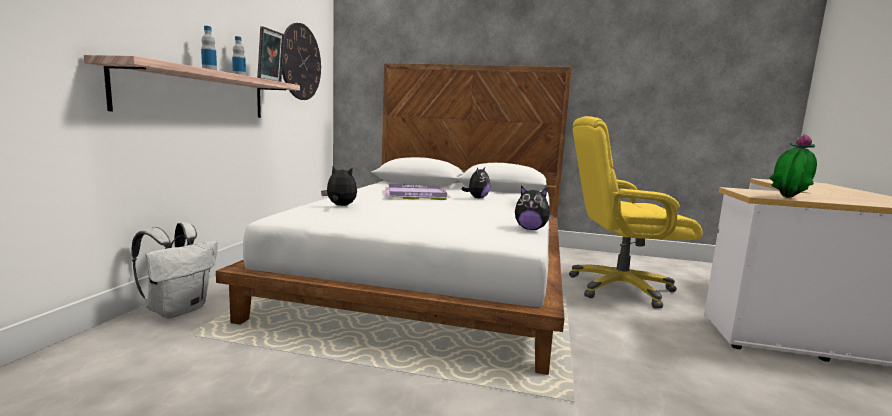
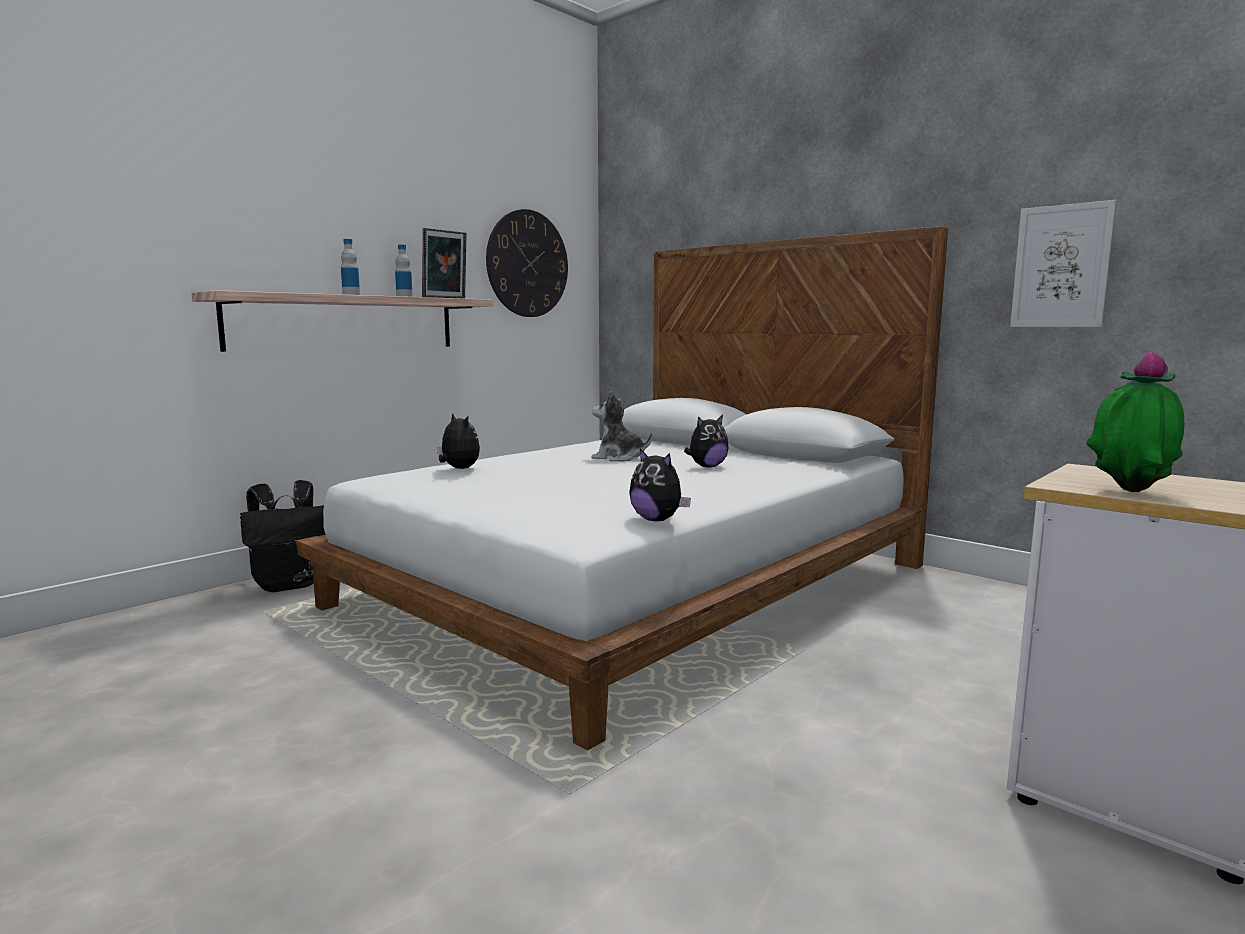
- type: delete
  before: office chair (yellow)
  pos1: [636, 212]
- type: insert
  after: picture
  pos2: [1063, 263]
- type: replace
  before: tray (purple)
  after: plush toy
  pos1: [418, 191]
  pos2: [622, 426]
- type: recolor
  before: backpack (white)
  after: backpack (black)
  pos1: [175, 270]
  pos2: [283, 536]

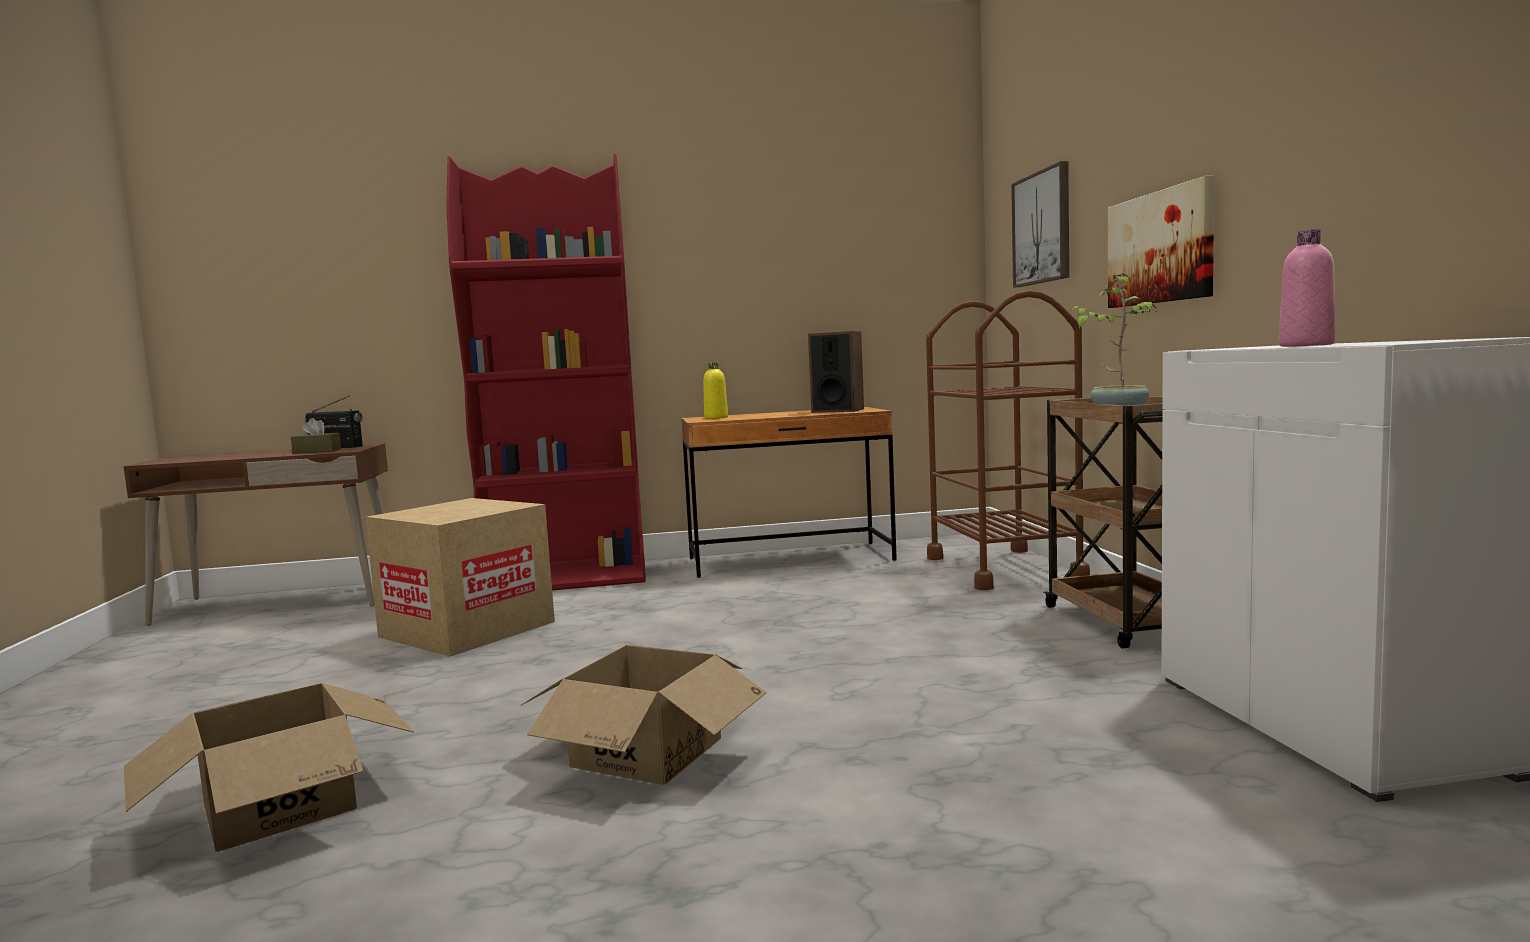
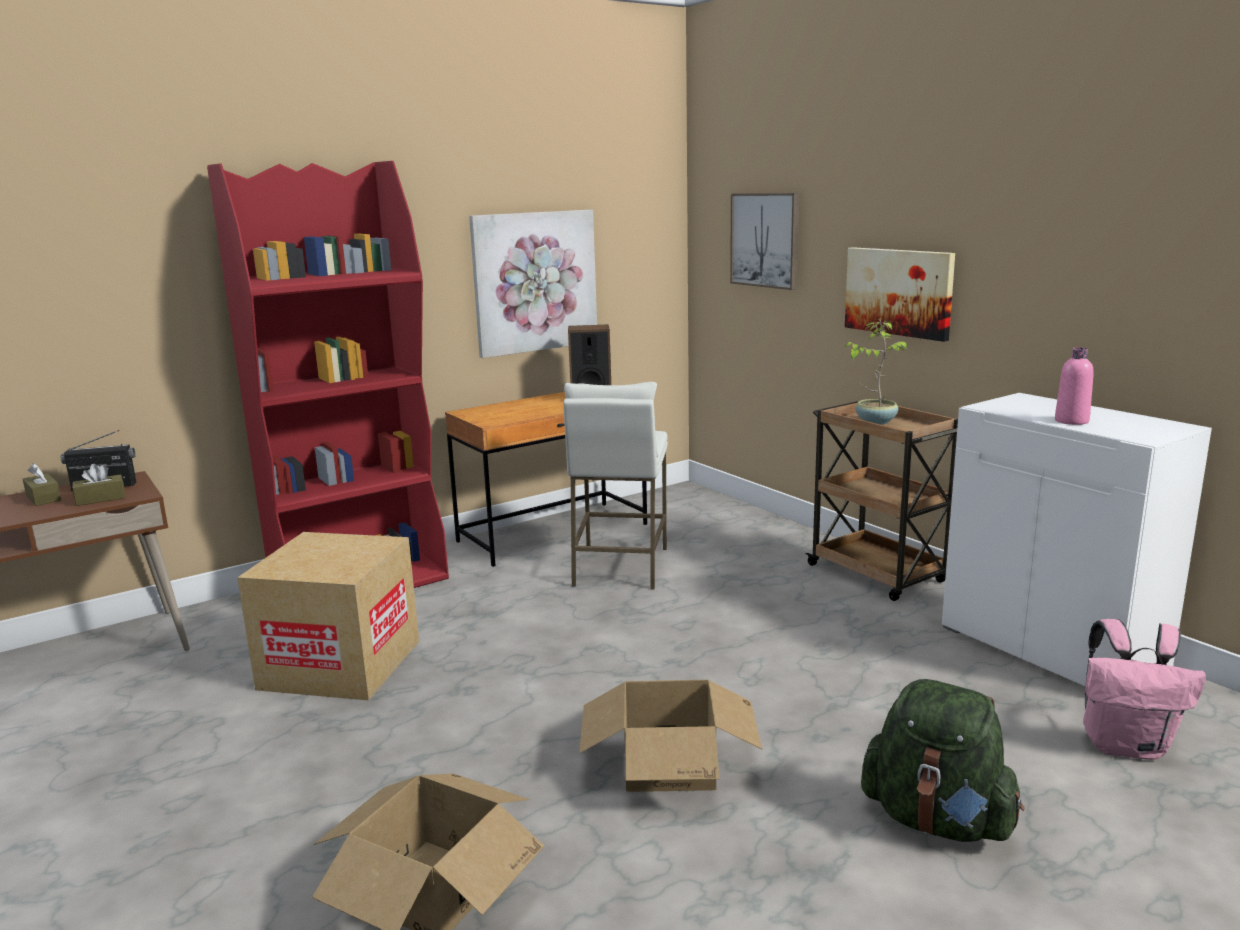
- type: delete
  before: bottle (yellow)
  pos1: [715, 390]
- type: delete
  before: cart (brown)
  pos1: [1008, 440]
- type: insert
  after: tissue box (brown)
  pos2: [42, 484]
- type: insert
  after: picture
  pos2: [533, 284]
- type: insert
  after: stool (white)
  pos2: [615, 486]
- type: insert
  after: backpack (green)
  pos2: [943, 760]
- type: insert
  after: backpack (pink)
  pos2: [1144, 689]

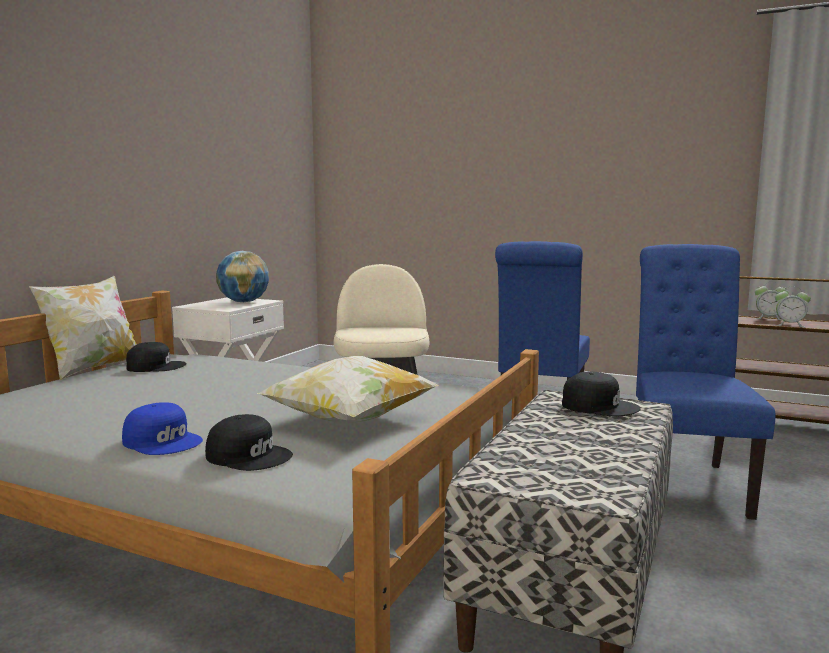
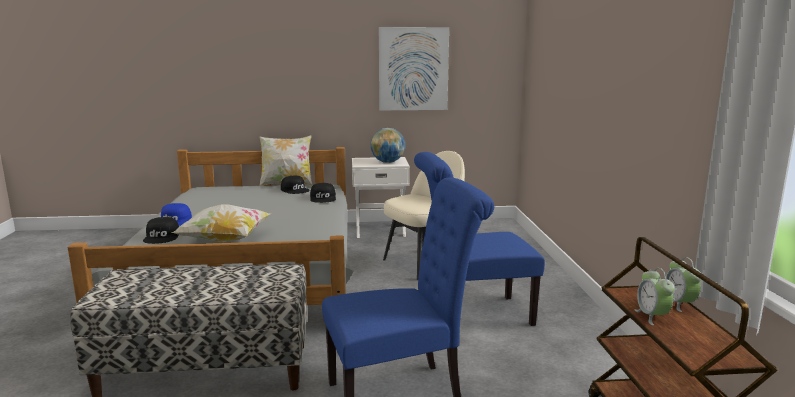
- type: insert
  after: picture
  pos2: [414, 69]
- type: move
  before: cap (black)
  pos1: [601, 393]
  pos2: [323, 193]

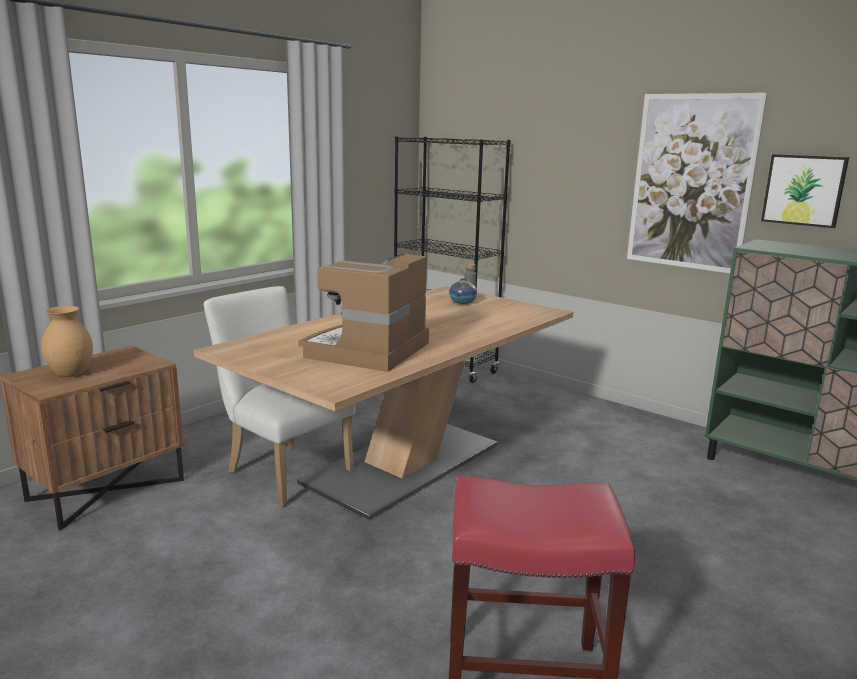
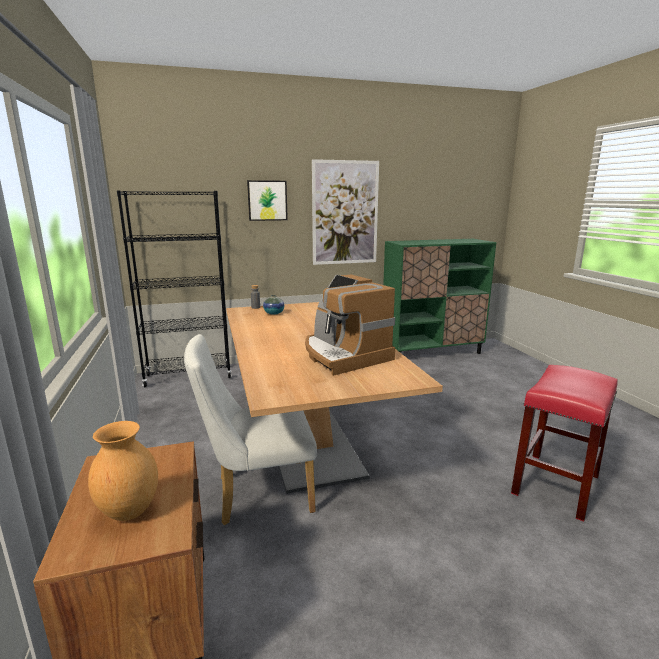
- type: move
  before: picture
  pos1: [805, 191]
  pos2: [267, 200]

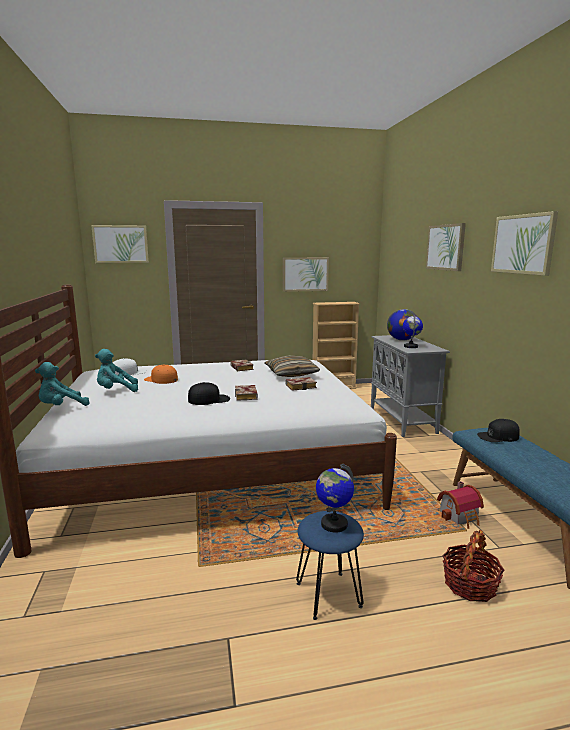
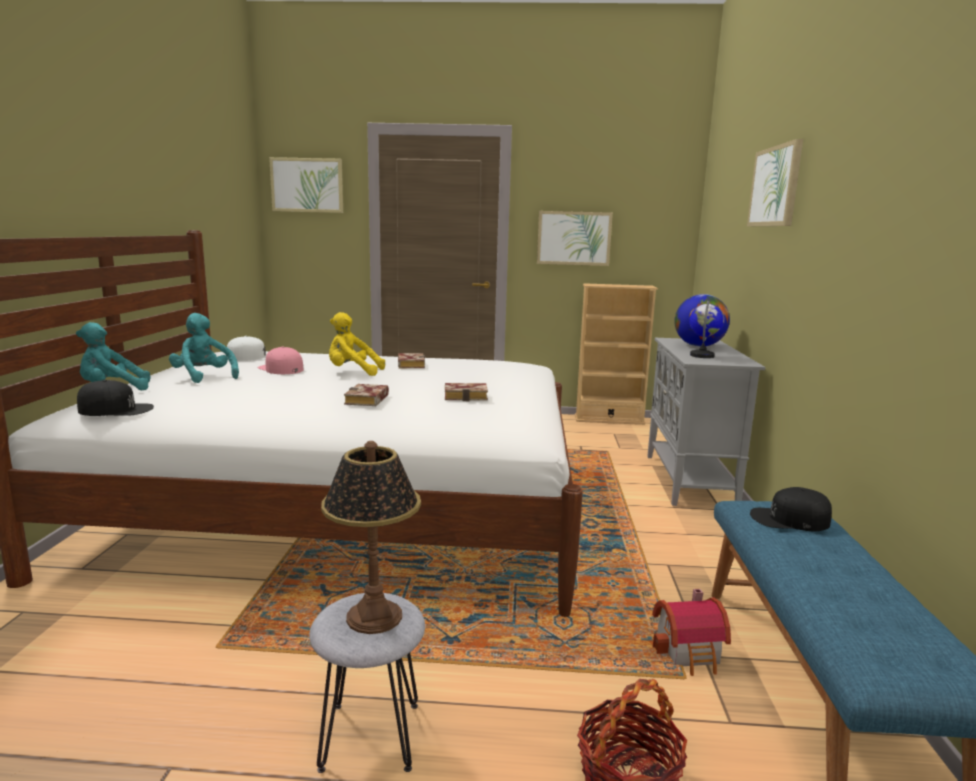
- type: delete
  before: pillow
  pos1: [292, 366]
- type: delete
  before: picture
  pos1: [524, 243]
- type: insert
  after: plush toy (yellow)
  pos2: [357, 344]
- type: move
  before: cap (black)
  pos1: [209, 393]
  pos2: [115, 398]
- type: replace
  before: globe
  after: table lamp
  pos1: [335, 498]
  pos2: [371, 537]
- type: recolor
  before: cap (orange)
  after: cap (pink)
  pos1: [161, 374]
  pos2: [280, 360]
- type: recolor
  before: stool (blue)
  after: stool (grey)
  pos1: [330, 565]
  pos2: [367, 683]
- type: rotate
  before: plush toy (turquoise)
  pos1: [116, 370]
  pos2: [204, 348]
  turn: 45

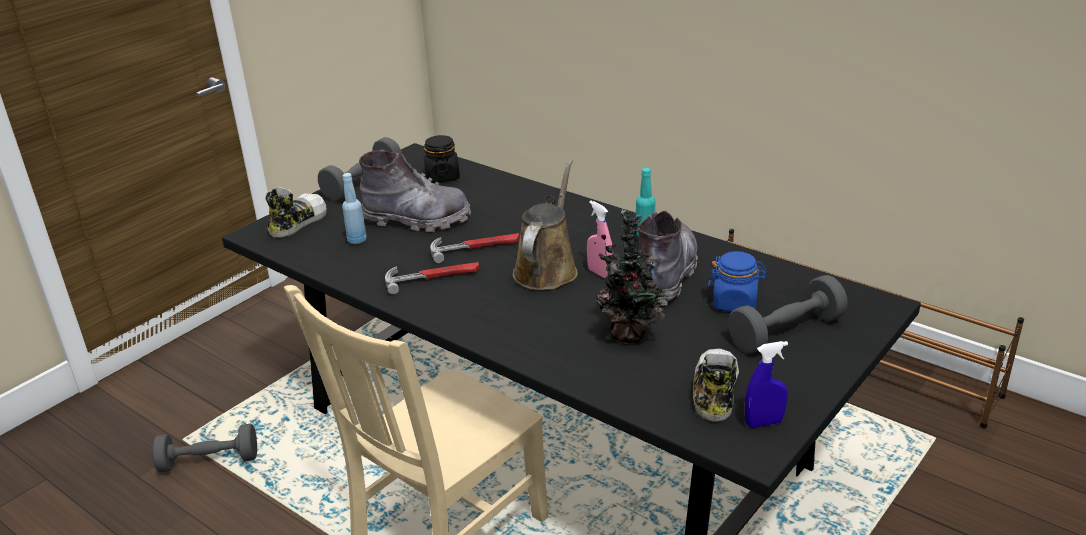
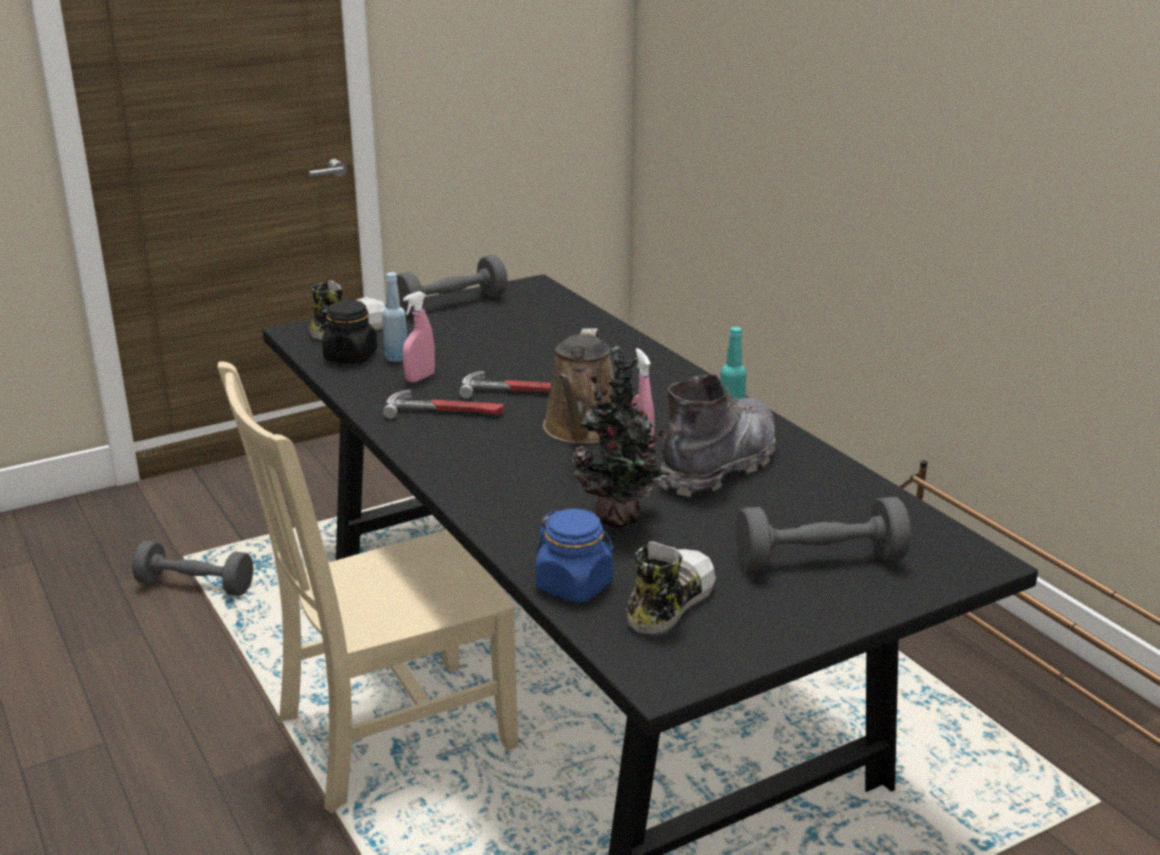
- type: delete
  before: boot (grey)
  pos1: [415, 191]
- type: delete
  before: spray bottle (blue)
  pos1: [766, 384]
- type: insert
  after: spray bottle (pink)
  pos2: [418, 337]
- type: move
  before: jar (black)
  pos1: [442, 158]
  pos2: [349, 331]
- type: move
  before: jar (blue)
  pos1: [737, 281]
  pos2: [574, 556]
- type: rotate
  before: watering can (brown)
  pos1: [545, 225]
  pos2: [579, 386]
  turn: 150

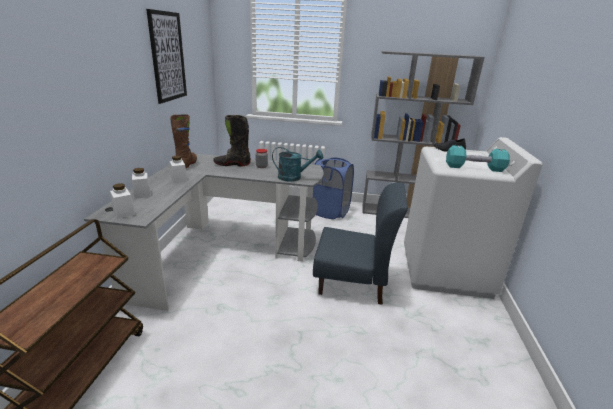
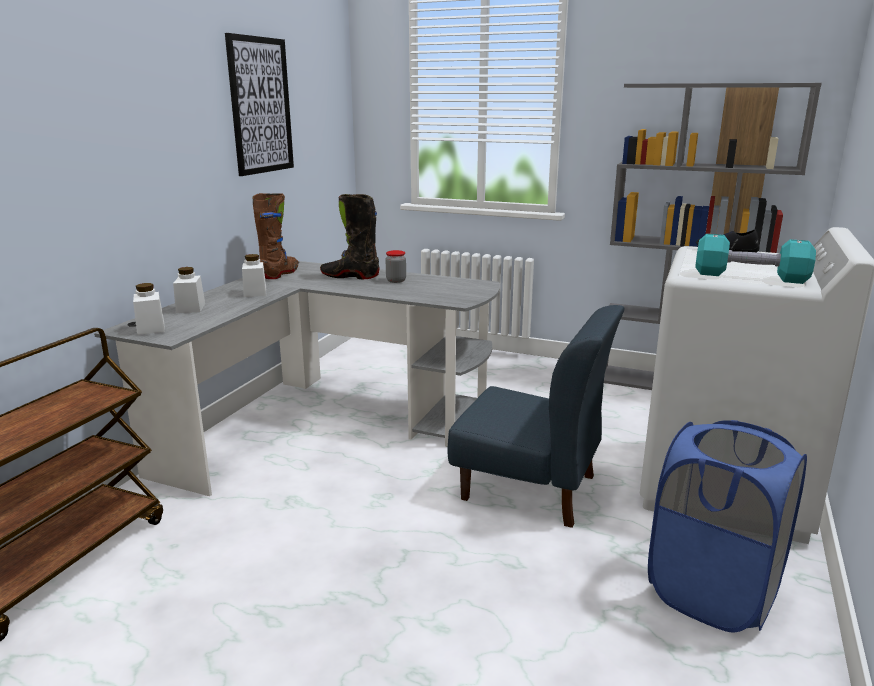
- type: delete
  before: watering can (turquoise)
  pos1: [297, 164]
- type: move
  before: laundry basket (blue)
  pos1: [333, 188]
  pos2: [727, 526]

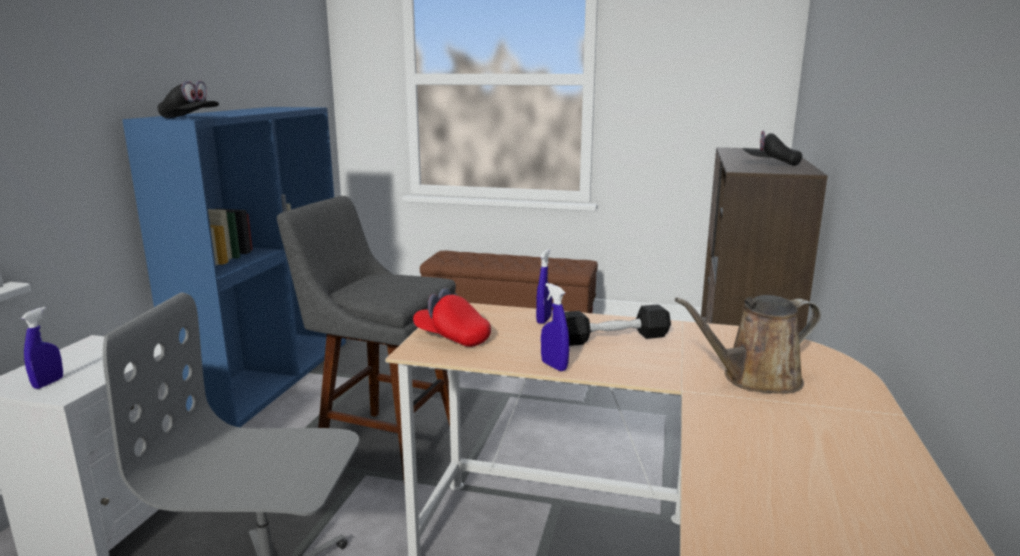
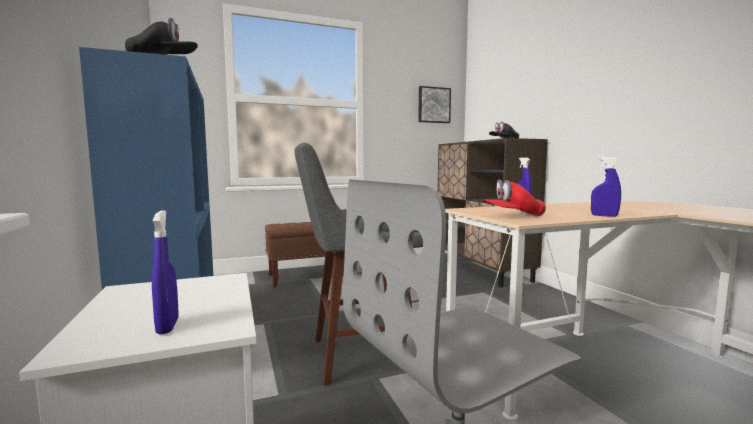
- type: delete
  before: dumbbell (black)
  pos1: [618, 325]
- type: delete
  before: watering can (brown)
  pos1: [748, 344]
- type: insert
  after: picture
  pos2: [434, 104]

